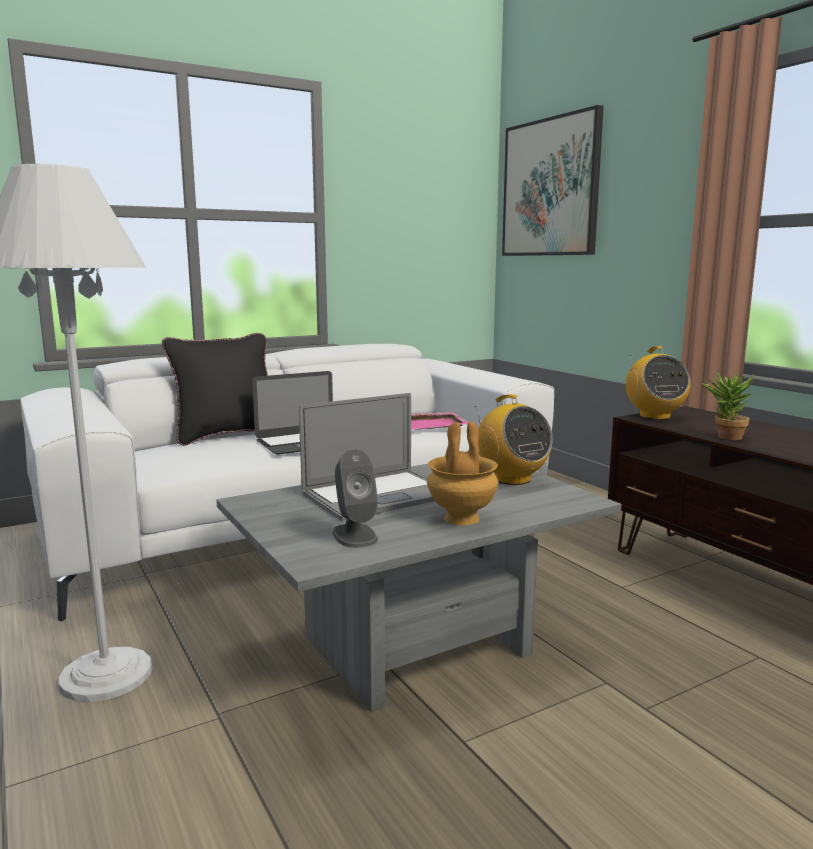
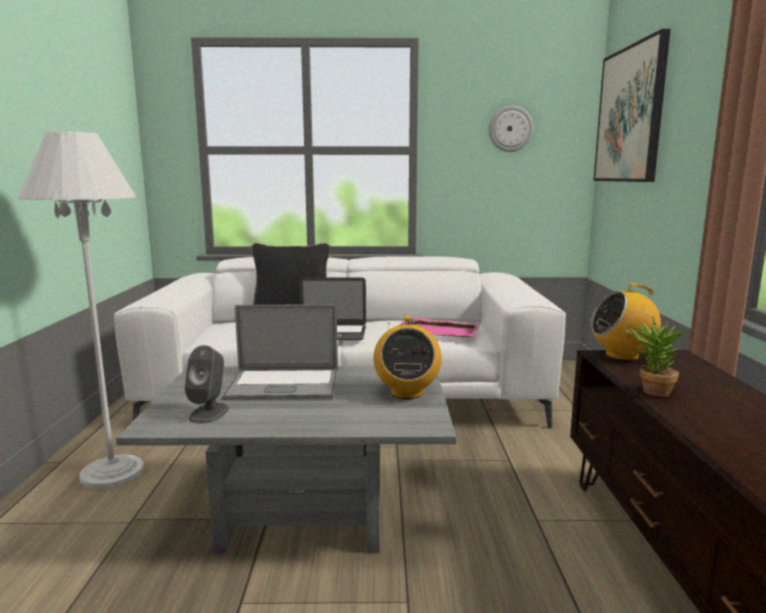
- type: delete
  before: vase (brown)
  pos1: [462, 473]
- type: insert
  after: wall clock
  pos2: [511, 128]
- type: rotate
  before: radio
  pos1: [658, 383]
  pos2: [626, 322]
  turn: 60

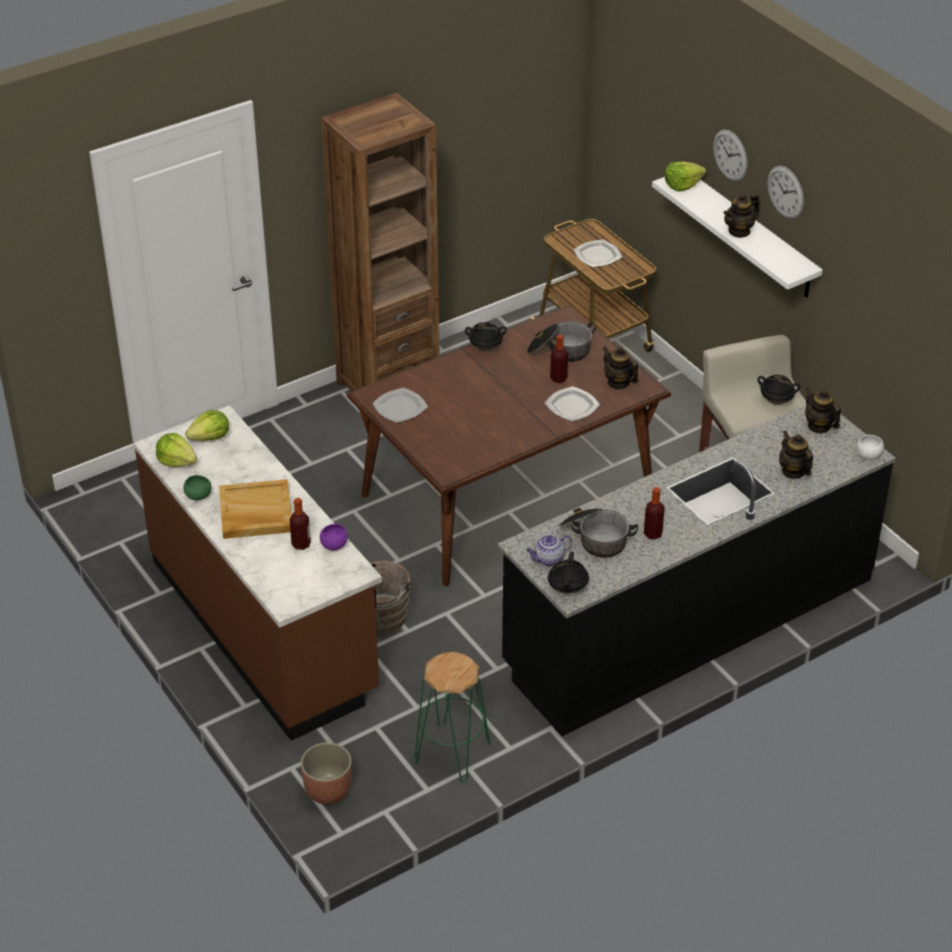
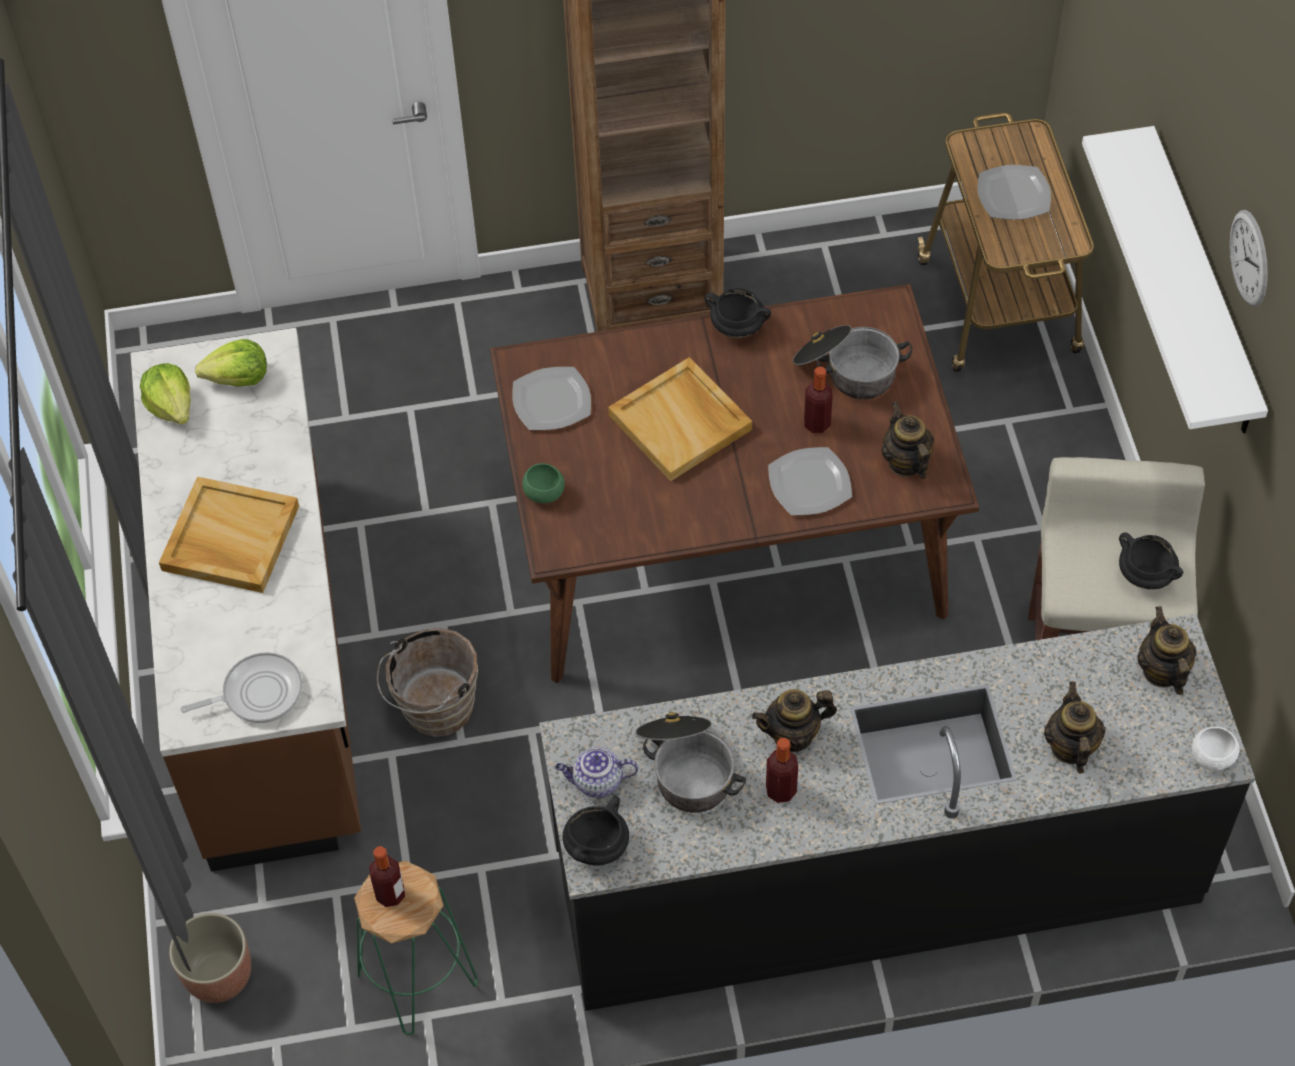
- type: delete
  before: bowl (purple)
  pos1: [334, 537]
- type: delete
  before: lettuce
  pos1: [685, 176]
- type: delete
  before: wall clock
  pos1: [730, 155]
- type: insert
  after: frying pan
  pos2: [241, 687]
- type: insert
  after: tray (beige)
  pos2: [680, 419]
- type: move
  before: bowl (green)
  pos1: [197, 487]
  pos2: [543, 483]
- type: move
  before: bottle
  pos1: [300, 524]
  pos2: [387, 876]
- type: move
  before: teapot
  pos1: [741, 215]
  pos2: [794, 720]

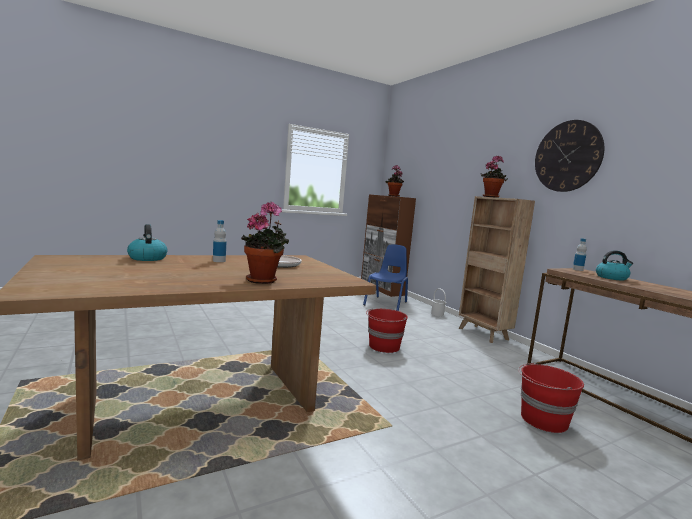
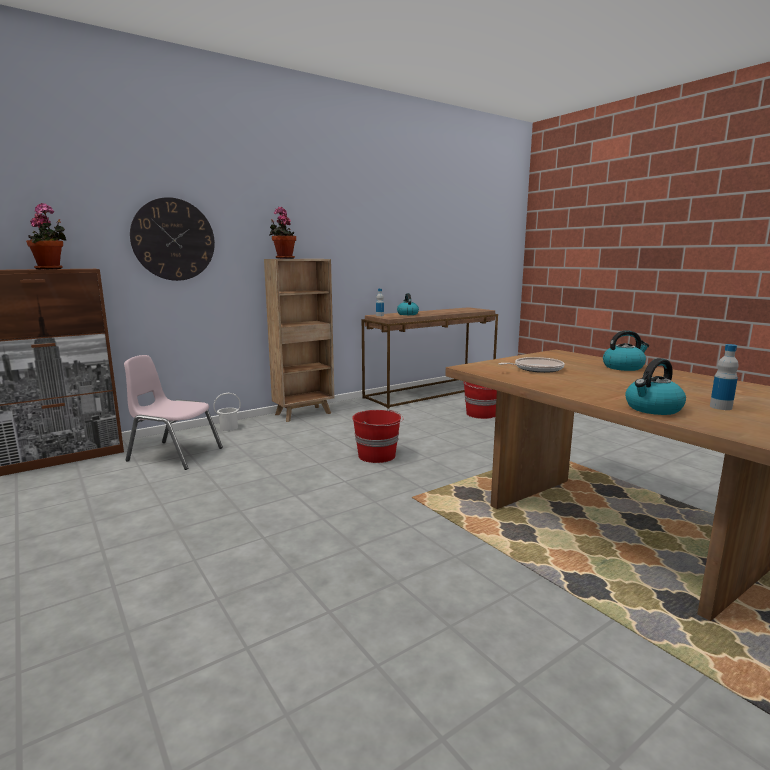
- type: move
  before: bottle
  pos1: [219, 241]
  pos2: [724, 377]
- type: move
  before: wall clock
  pos1: [569, 156]
  pos2: [172, 239]
- type: replace
  before: potted plant
  after: kettle
  pos1: [265, 243]
  pos2: [626, 350]
- type: recolor
  before: chair (blue)
  after: chair (pink)
  pos1: [385, 277]
  pos2: [173, 412]

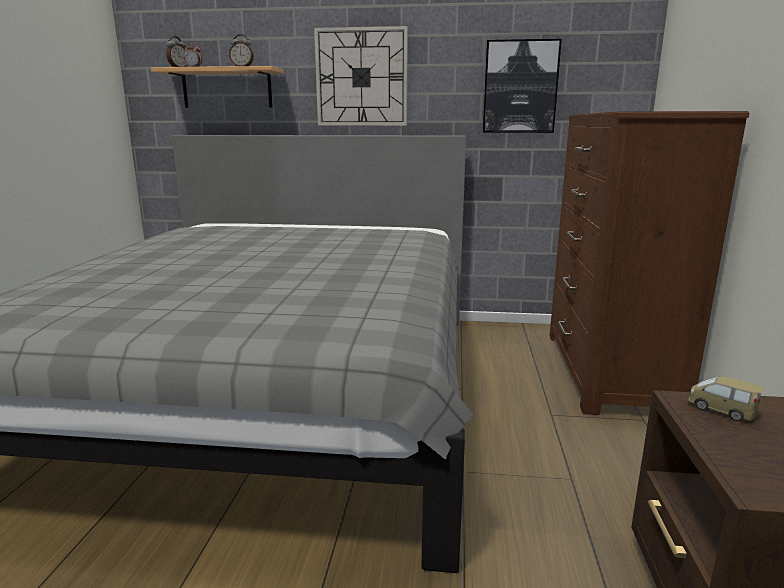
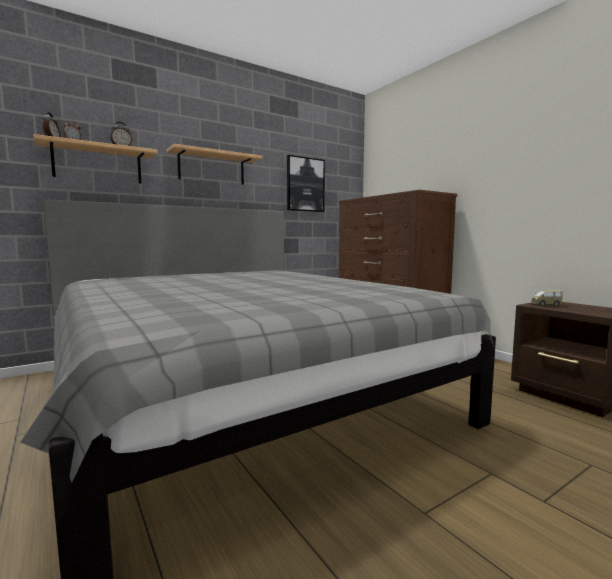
- type: replace
  before: wall clock
  after: shelf
  pos1: [361, 76]
  pos2: [215, 164]

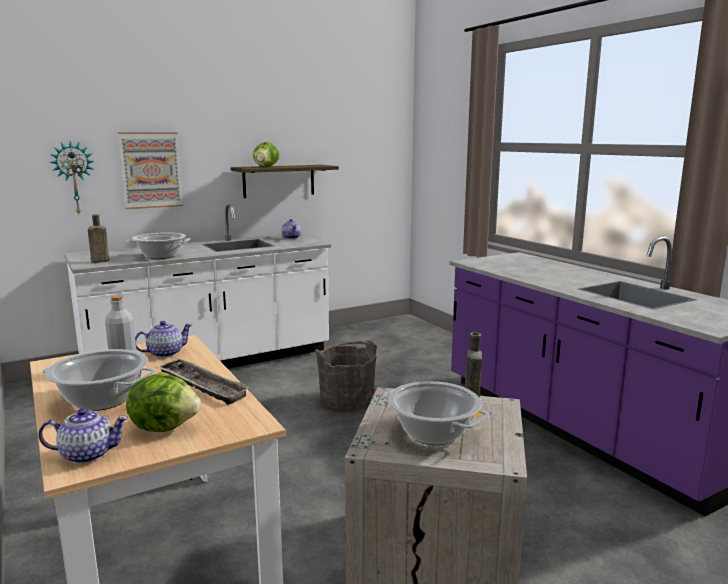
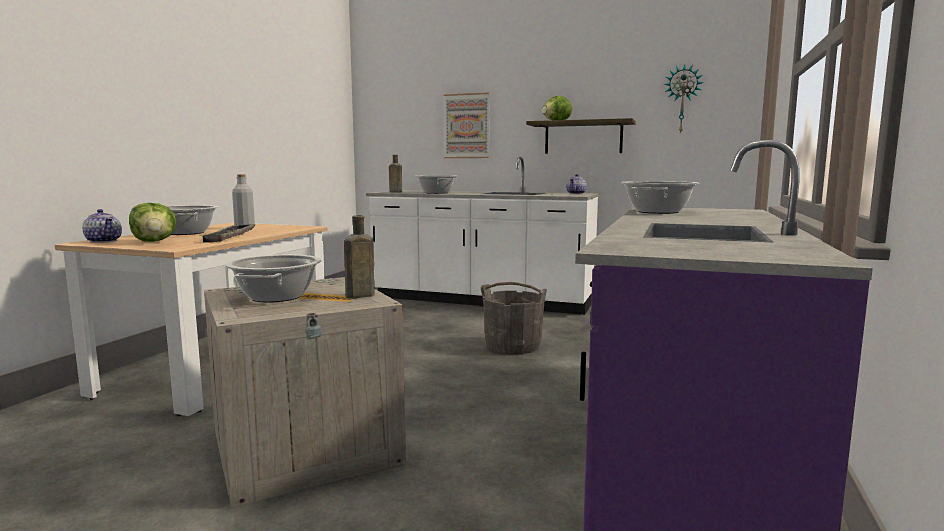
- type: delete
  before: teapot
  pos1: [164, 339]
- type: insert
  after: cooking pot
  pos2: [660, 197]
- type: move
  before: wall clock
  pos1: [72, 177]
  pos2: [684, 99]

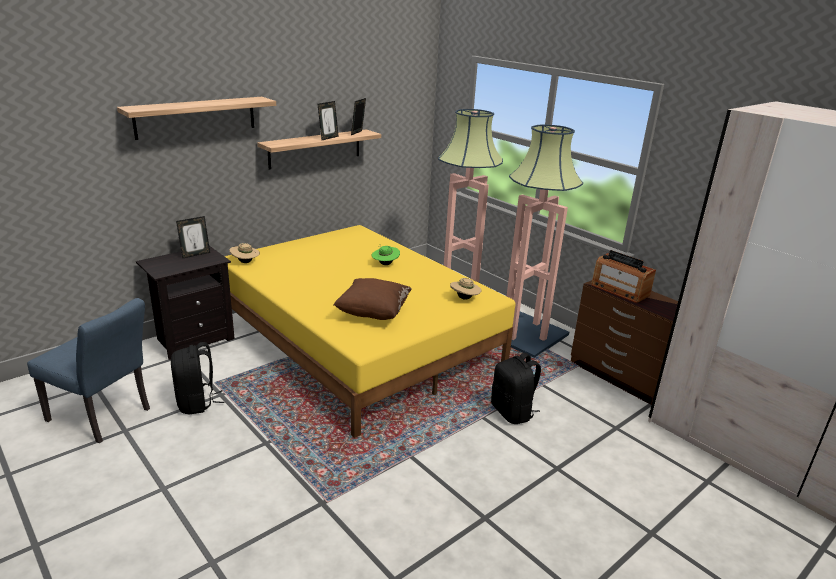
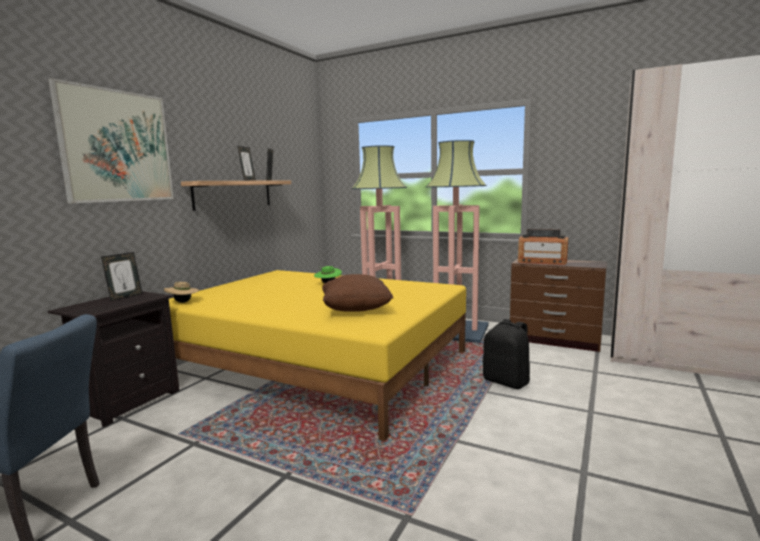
- type: delete
  before: backpack (black)
  pos1: [197, 378]
- type: delete
  before: hat (beige)
  pos1: [465, 289]
- type: replace
  before: shelf
  after: picture
  pos1: [196, 118]
  pos2: [111, 140]

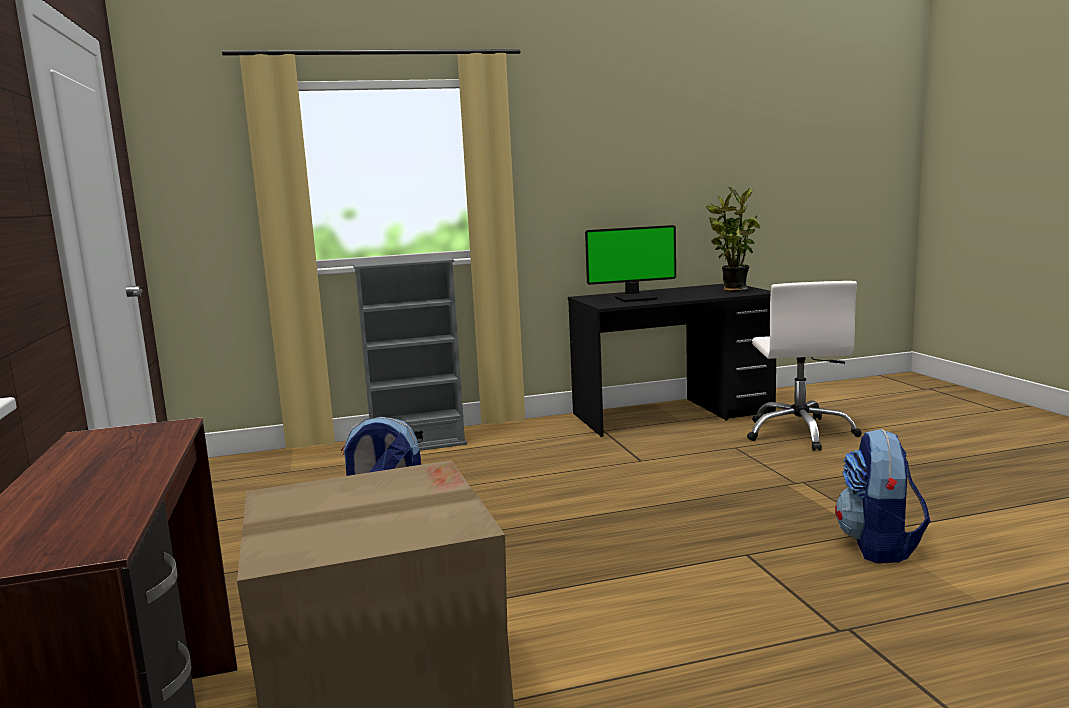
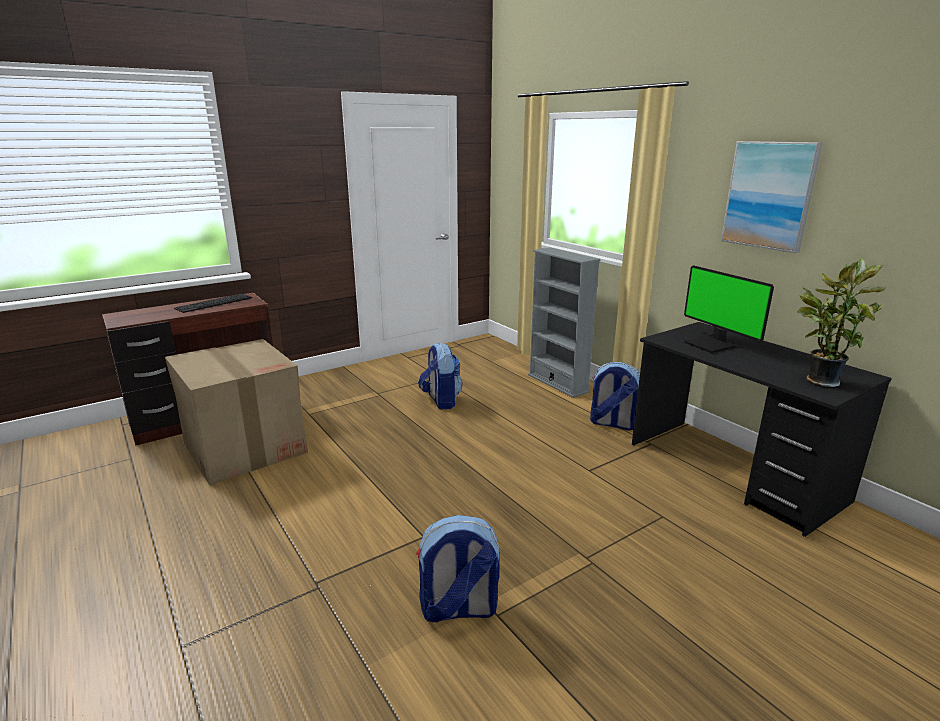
- type: delete
  before: office chair (white)
  pos1: [804, 366]
- type: insert
  after: keyboard
  pos2: [213, 303]
- type: insert
  after: backpack
  pos2: [615, 396]
- type: insert
  after: picture
  pos2: [772, 197]

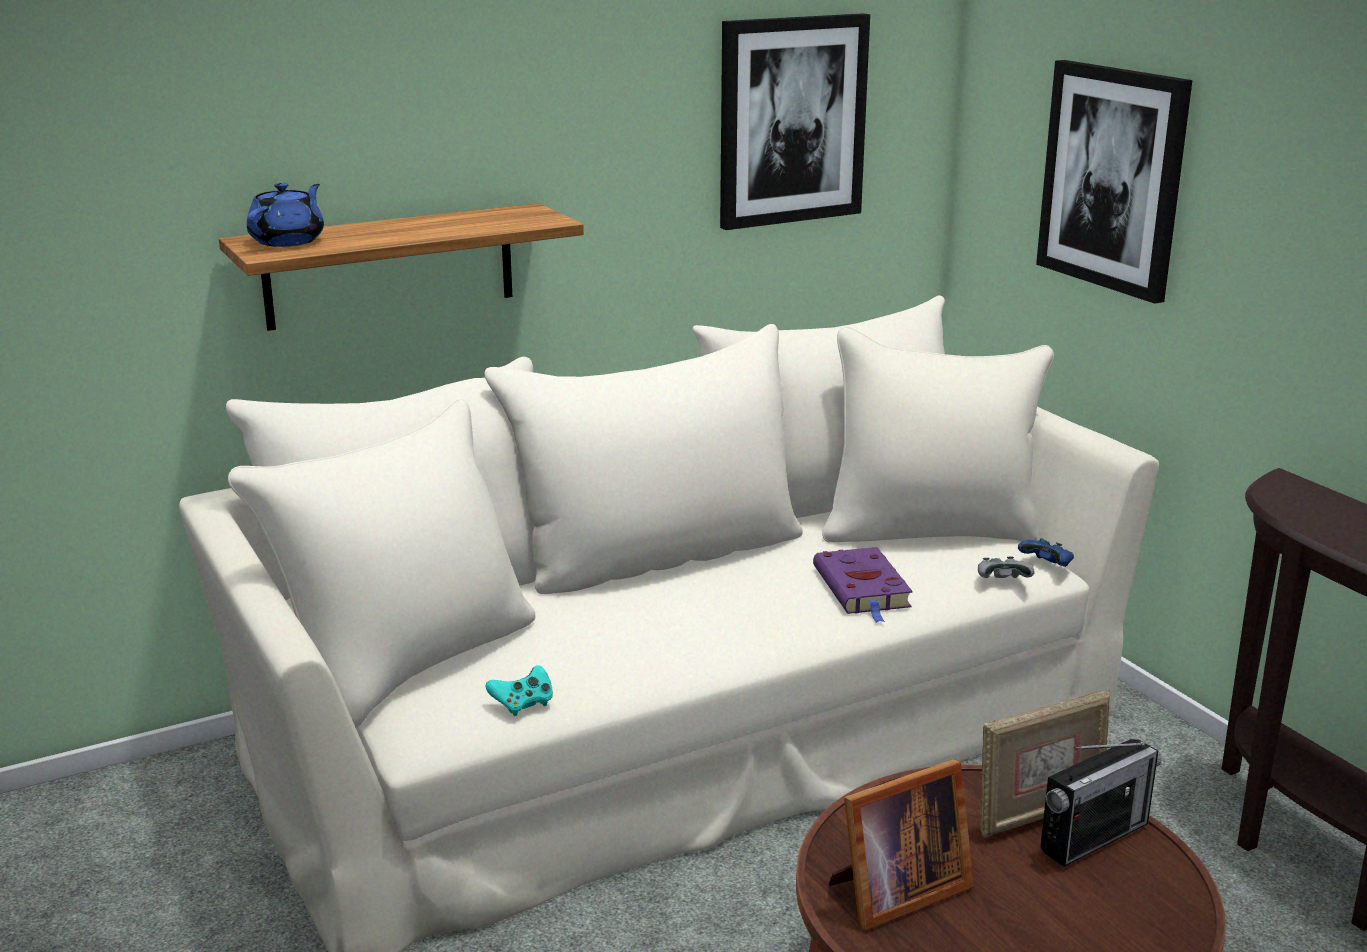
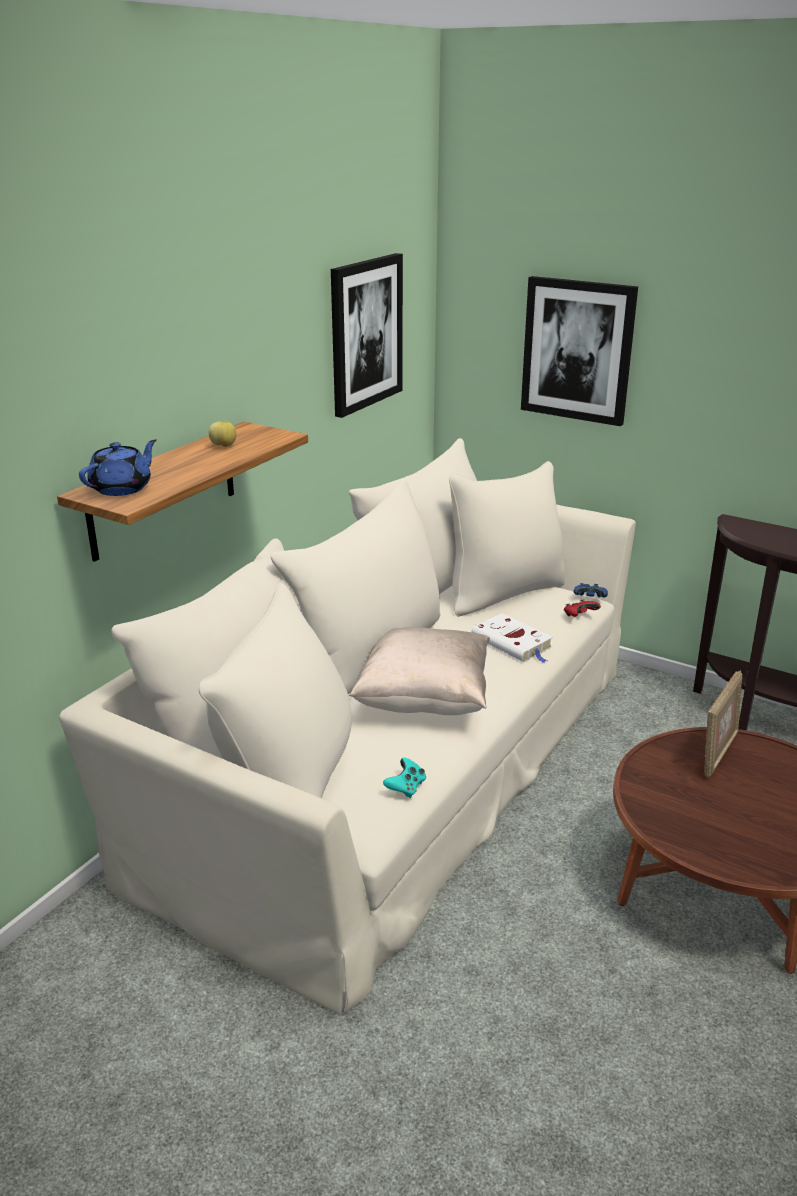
- type: delete
  before: picture frame
  pos1: [901, 845]
- type: delete
  before: radio
  pos1: [1100, 803]
- type: insert
  after: apple
  pos2: [223, 434]
- type: insert
  after: pillow (beige)
  pos2: [419, 671]
- type: recolor
  before: book (purple)
  after: book (white)
  pos1: [863, 585]
  pos2: [512, 638]
- type: recolor
  before: game controller (grey)
  after: game controller (red)
  pos1: [1006, 567]
  pos2: [582, 608]
- type: rotate
  before: teapot (blue)
  pos1: [285, 215]
  pos2: [118, 467]
  turn: 45

